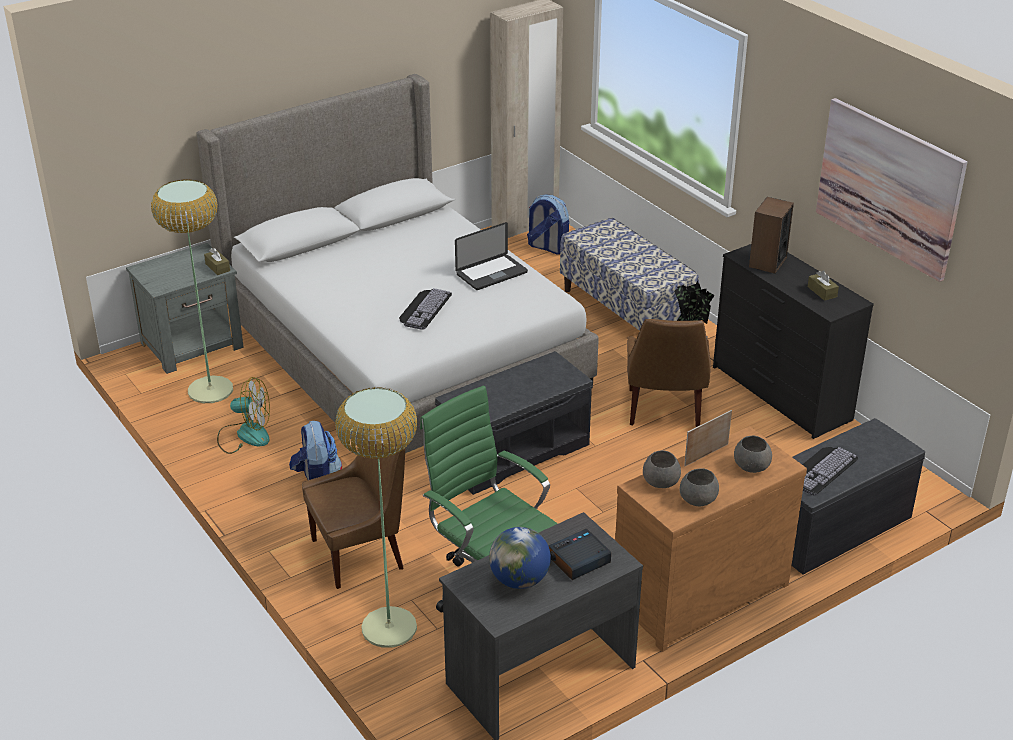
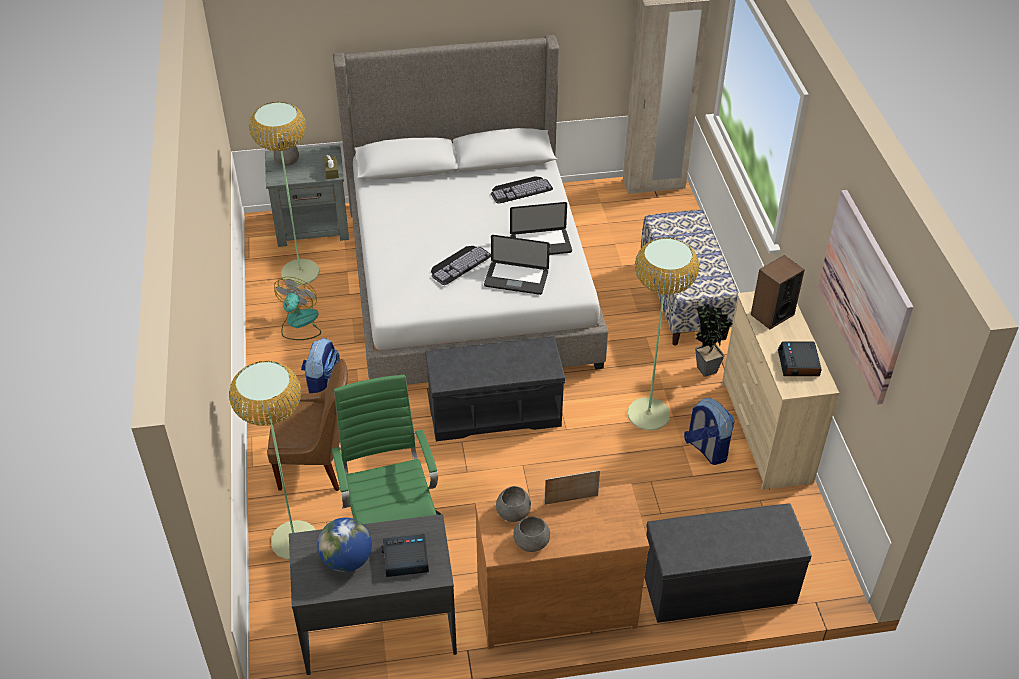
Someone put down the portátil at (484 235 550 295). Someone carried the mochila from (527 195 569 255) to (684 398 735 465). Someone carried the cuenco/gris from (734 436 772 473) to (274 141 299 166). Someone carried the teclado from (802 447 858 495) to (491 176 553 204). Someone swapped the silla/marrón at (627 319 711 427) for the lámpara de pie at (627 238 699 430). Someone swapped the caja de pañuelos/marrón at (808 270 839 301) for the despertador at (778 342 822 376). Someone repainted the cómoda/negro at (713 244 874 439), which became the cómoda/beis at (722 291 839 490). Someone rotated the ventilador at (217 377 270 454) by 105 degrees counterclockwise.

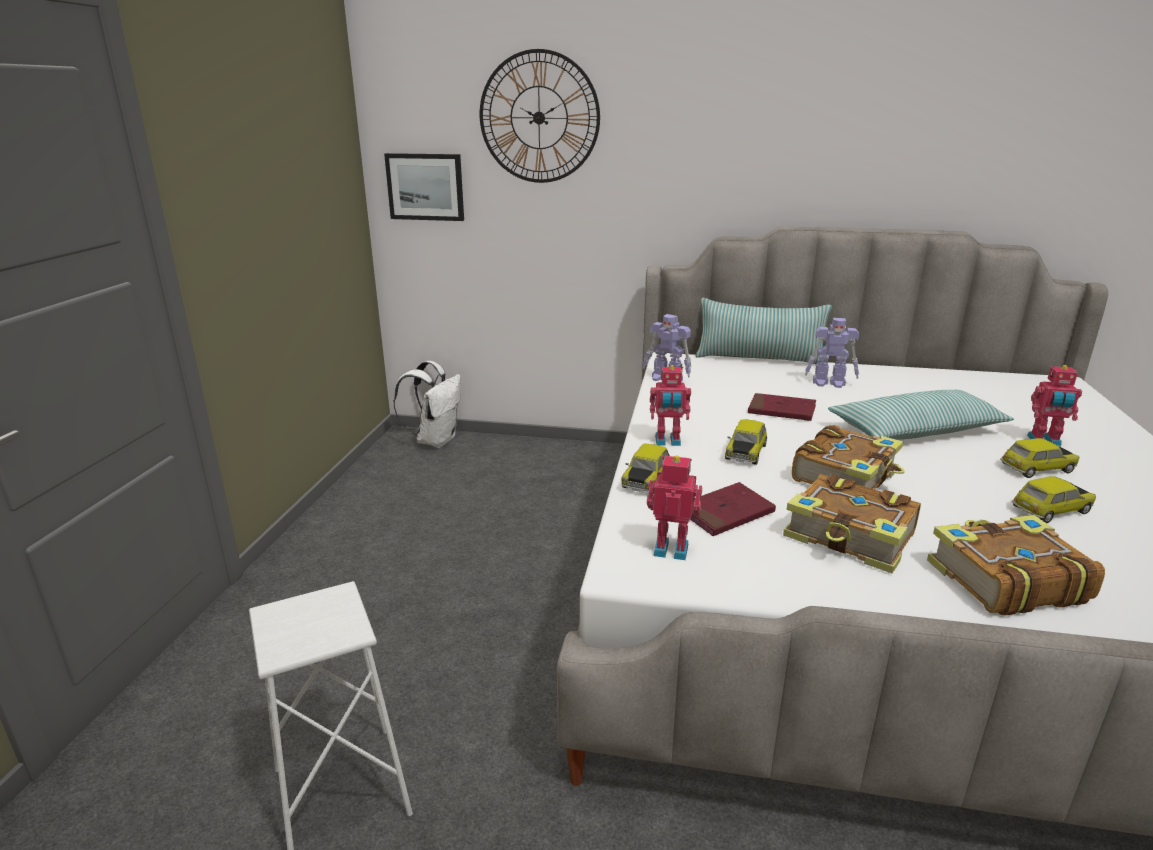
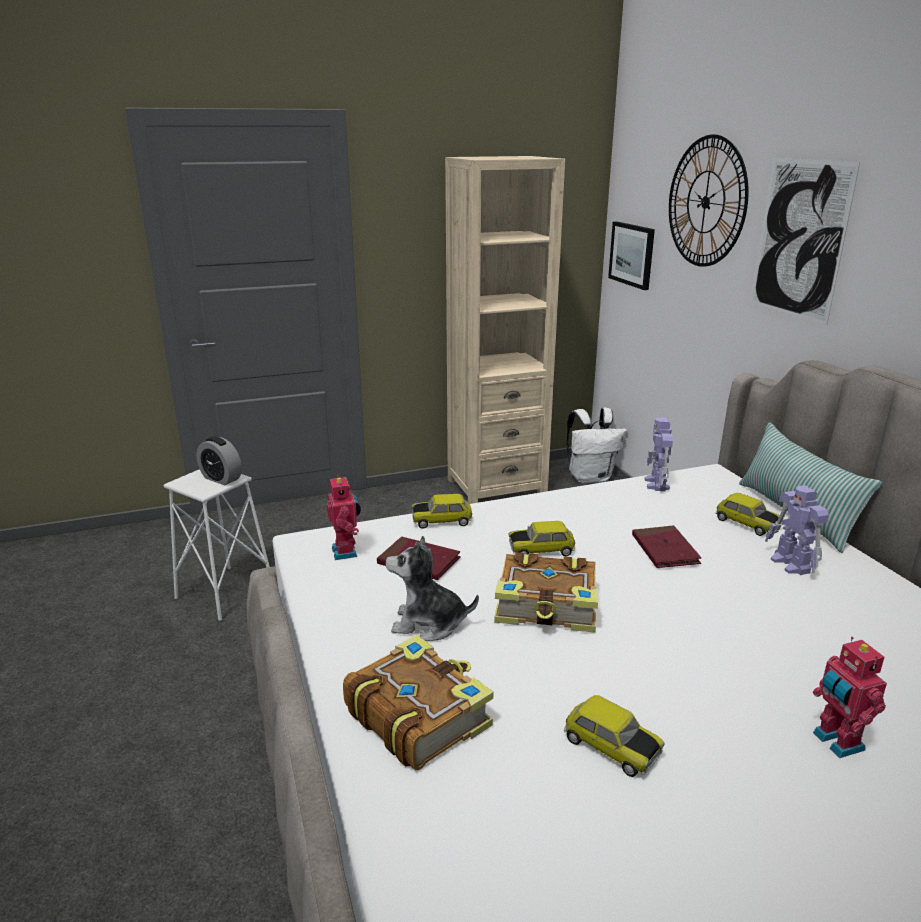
Someone took away the robot de juguete at (650 365 691 446). Someone took away the cojín at (828 390 1014 440). Someone put down the despertador at (196 437 242 485). Someone put down the estantería/beis at (445 156 565 504). Someone put up the cuadro at (751 158 860 325). Someone carried the coche de juguete from (1001 438 1080 478) to (715 493 780 536). Someone swapped the libro at (783 474 921 573) for the peluche at (386 536 479 641).

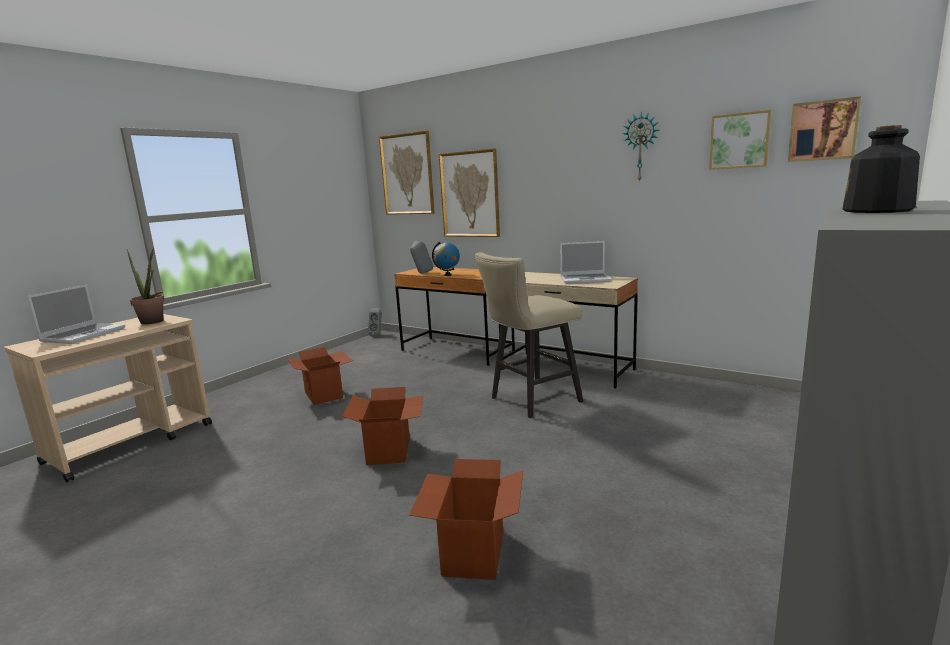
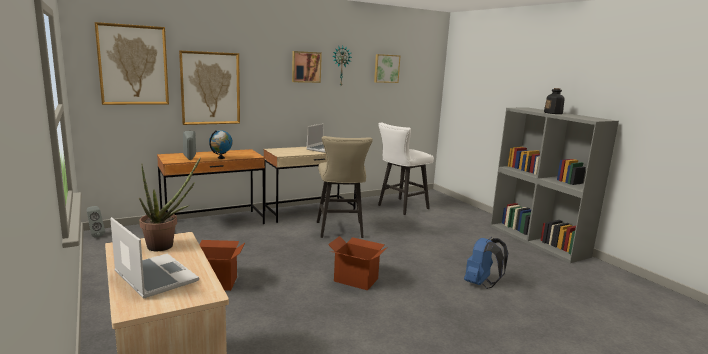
Someone put down the taburete/blanco at (378 123 434 215). Someone carried the cuadro from (788 96 861 162) to (292 51 322 83). Someone swapped the caja de cartón at (409 459 523 580) for the mochila/azul at (464 238 508 289).

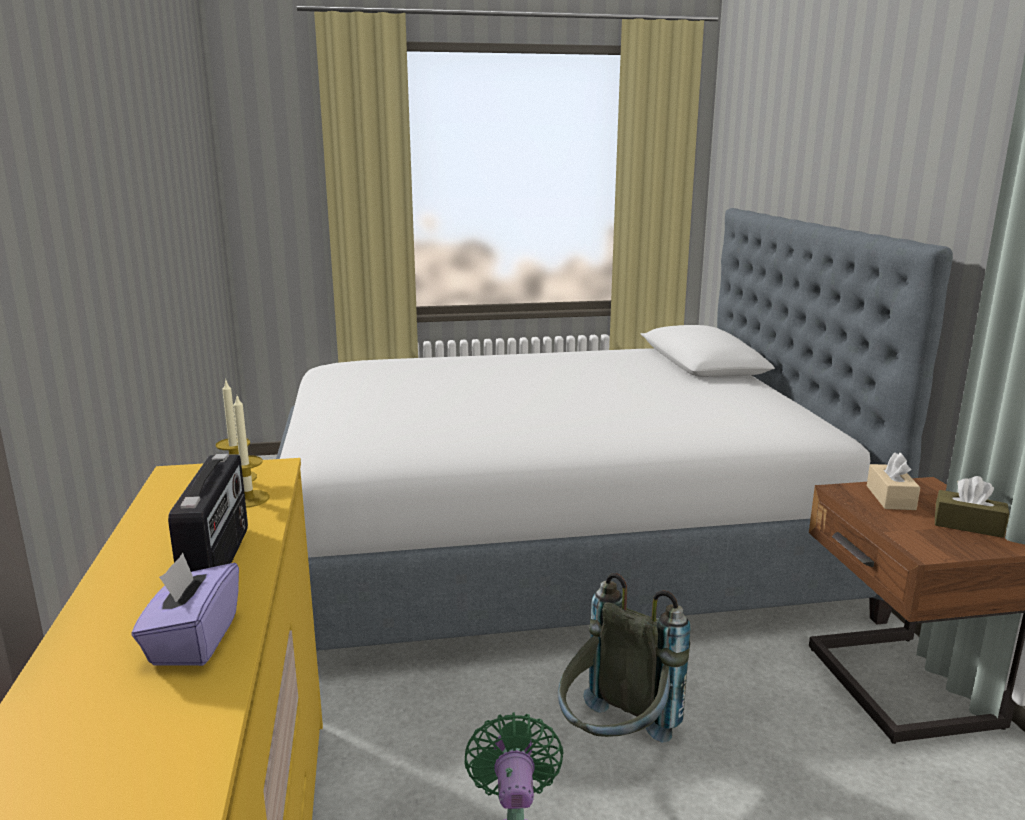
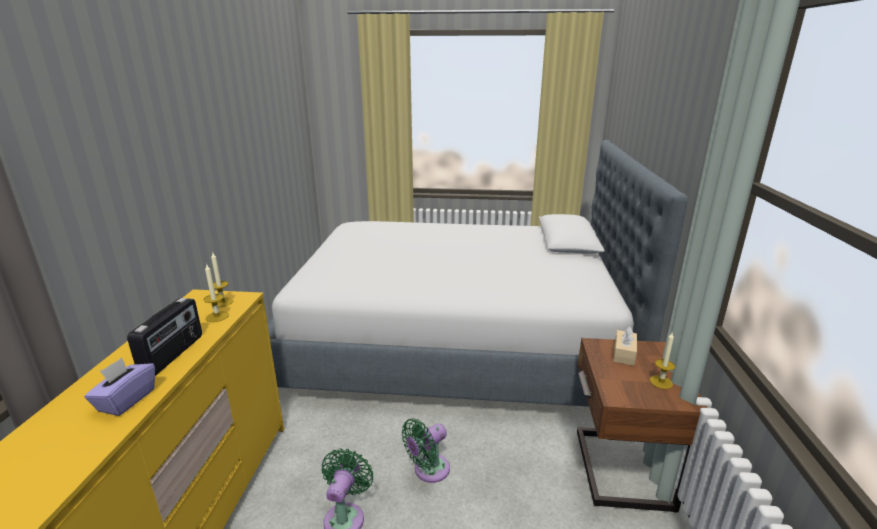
Someone swapped the mochila/gris at (558 573 691 742) for the ventilador/verde at (402 418 450 483). Someone swapped the caja de pañuelos/marrón at (935 476 1009 538) for the vela at (650 333 675 389).

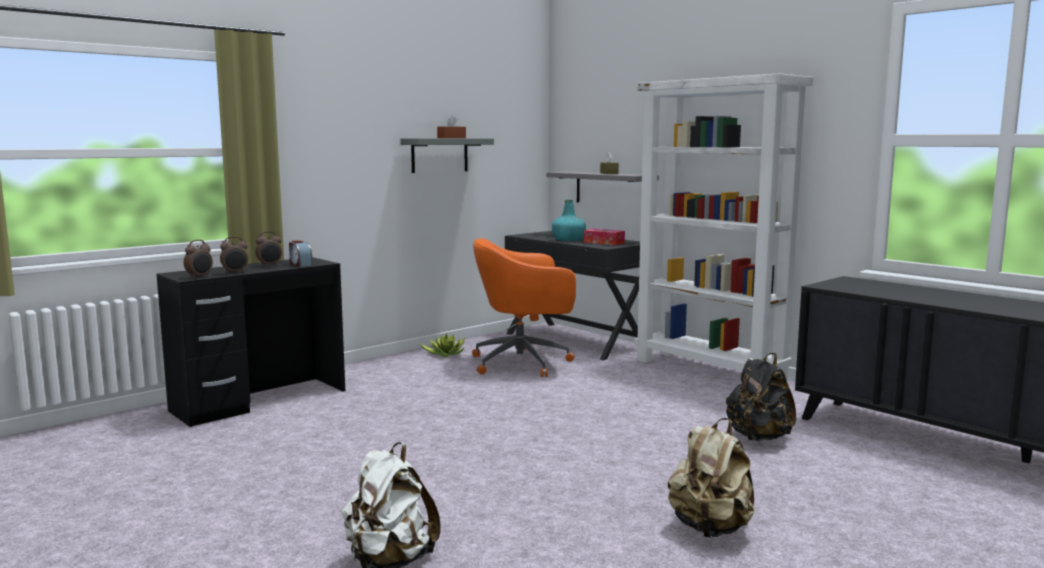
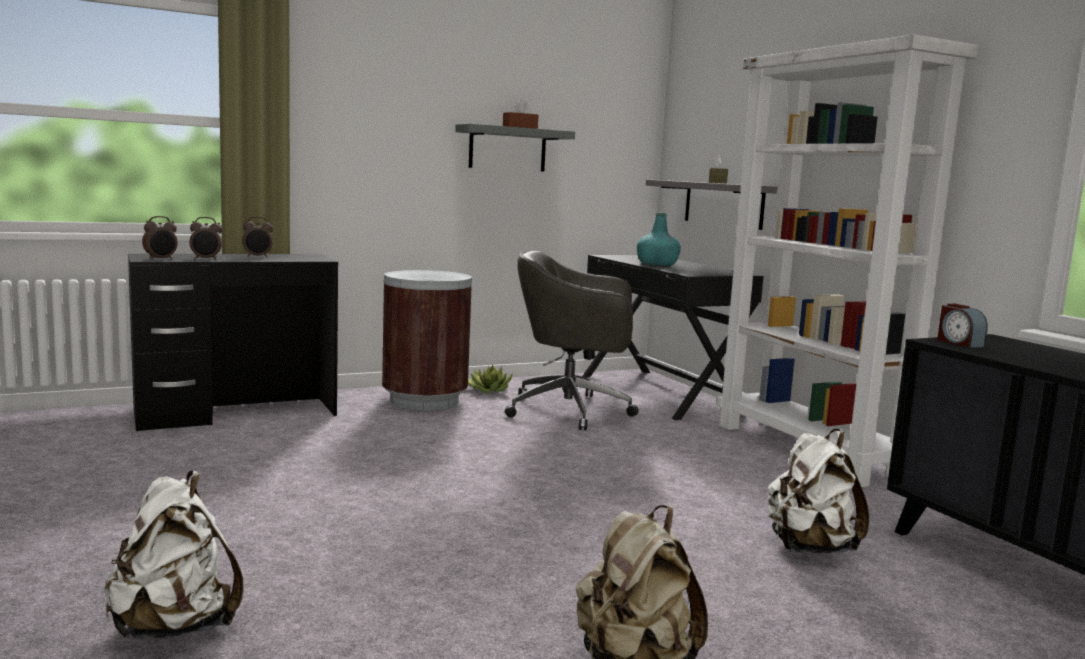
Someone took away the caja de pañuelos at (584 229 625 245). Someone put down the papelera/marrón at (382 270 472 411). Someone carried the despertador from (289 240 313 267) to (937 304 988 348). Someone repainted the silla de oficina/naranja at (472 238 576 377), which became the silla de oficina/gris at (505 251 639 430). Someone repainted the mochila/negro at (726 353 796 441), which became the mochila/blanco at (768 429 869 554).

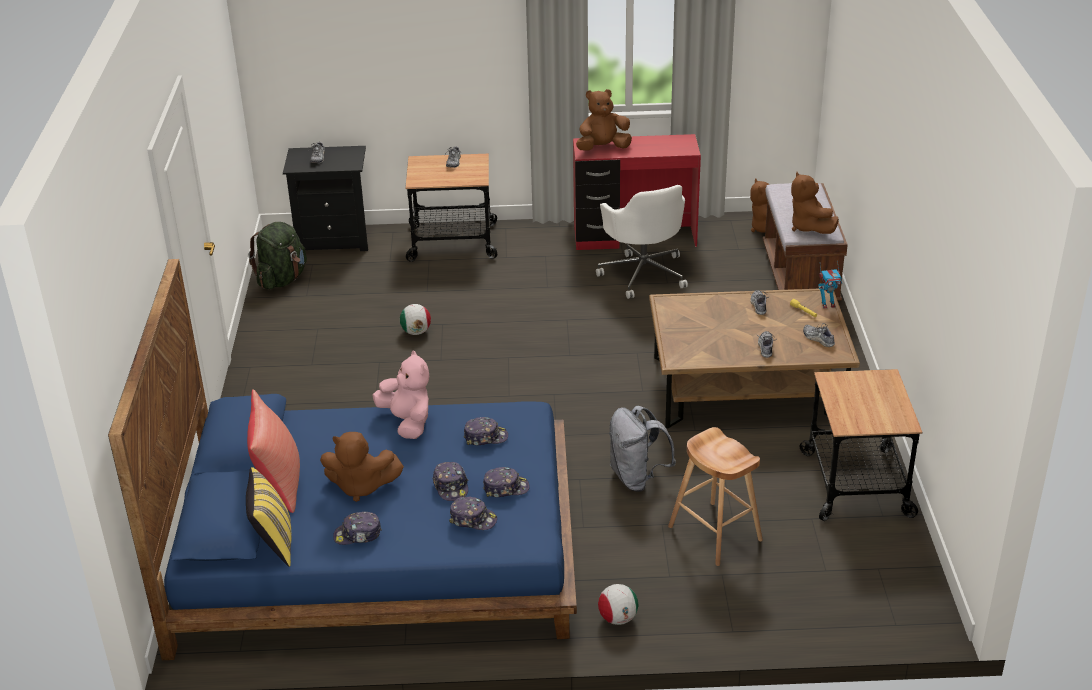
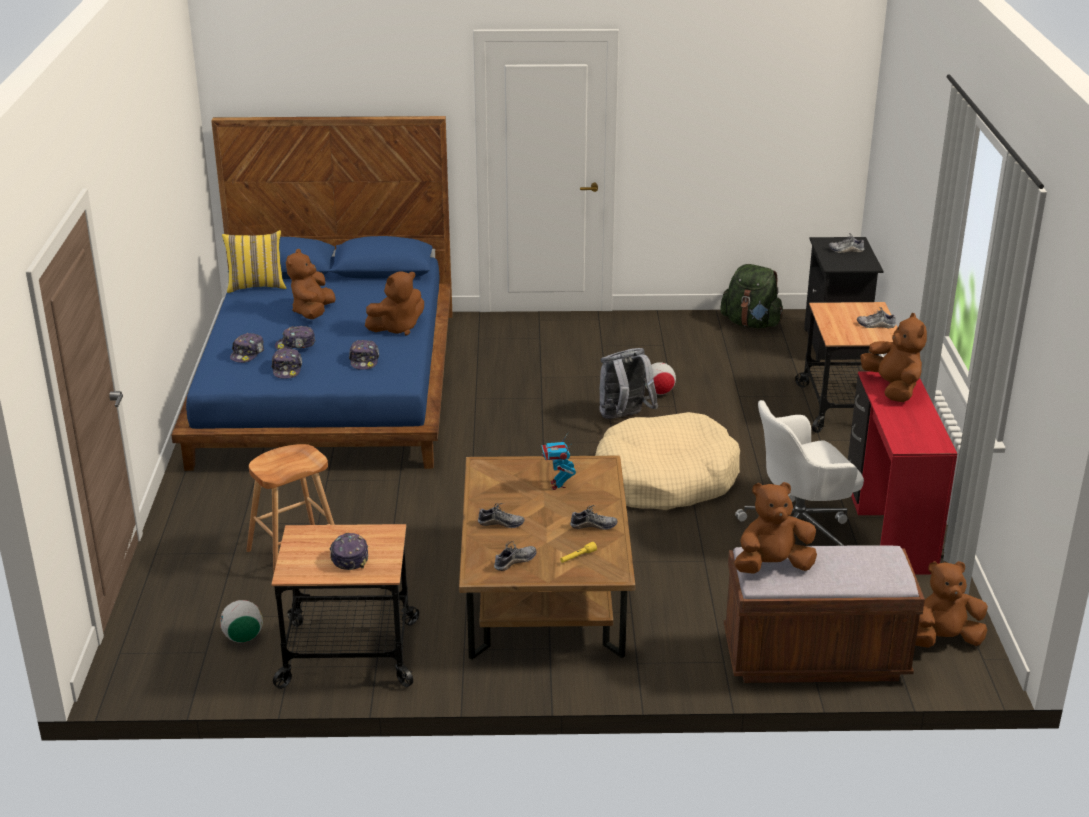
Someone took away the cojín/rojo at (247 389 300 513). Someone put down the cama para perro/beis at (595 412 740 510). Someone carried the gorra from (333 512 382 545) to (330 533 368 570). Someone carried the balón de fútbol from (598 584 639 625) to (220 600 263 642). Someone carried the mochila/gris from (609 406 676 492) to (599 348 658 419). Someone carried the robot de juguete from (818 260 842 309) to (541 433 576 490). Someone repainted the peluche/rosa at (373 351 429 439), which became the peluche/marrón at (365 271 424 335).

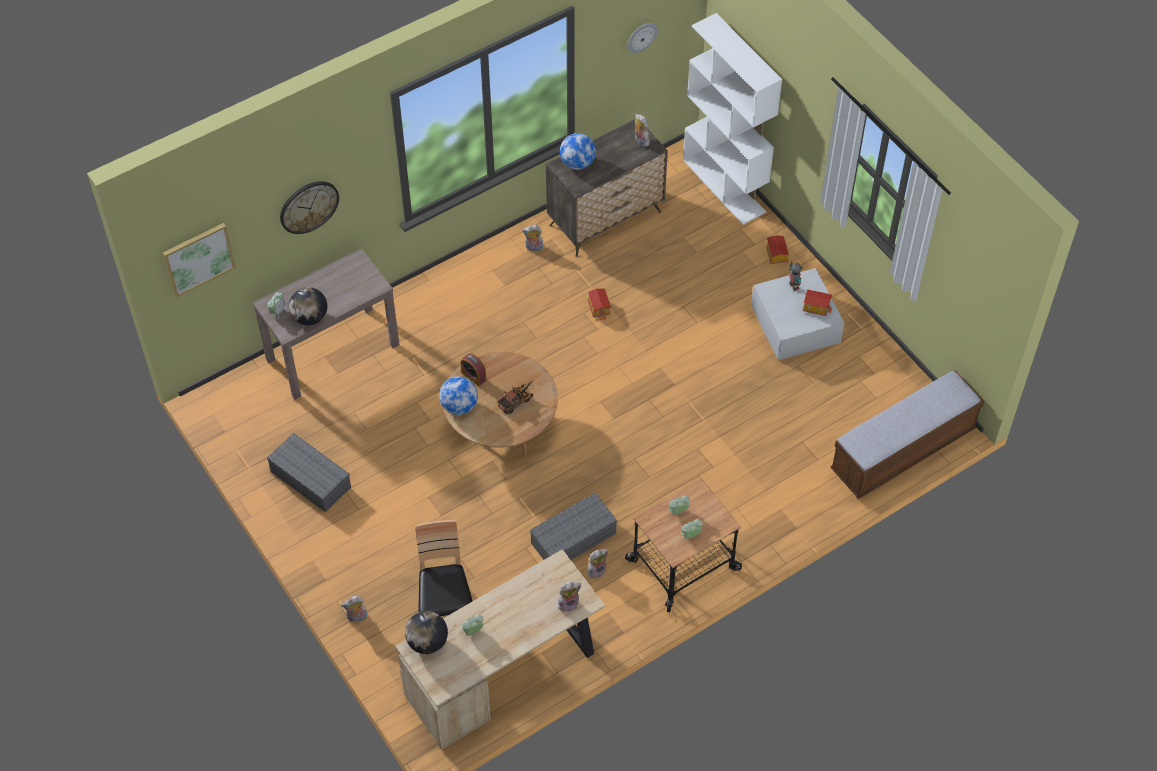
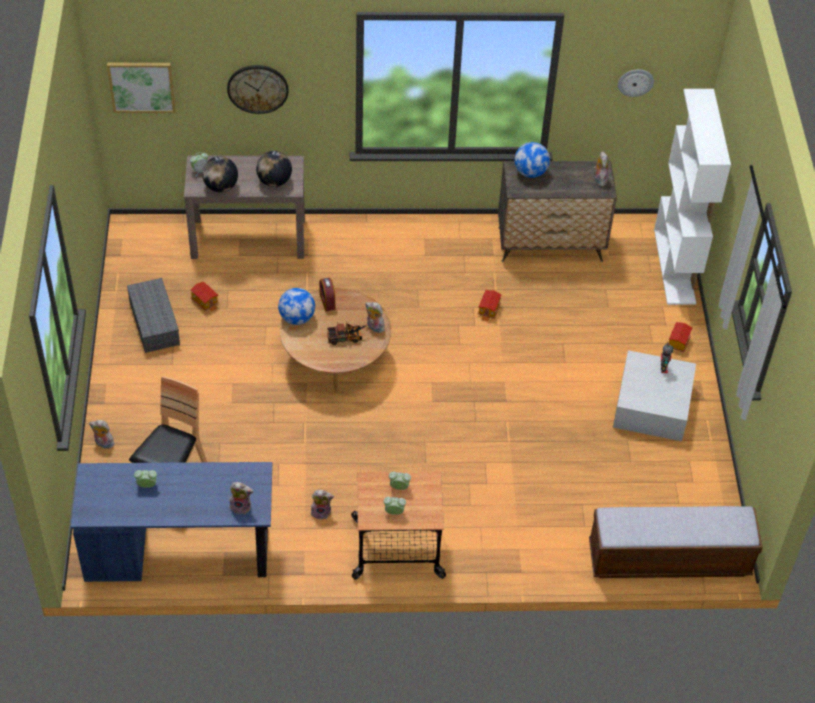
Someone took away the caja de almacenaje/gris at (530 493 617 560). Someone carried the globo terráqueo from (405 611 448 654) to (256 151 292 187). Someone carried the peluche from (522 225 544 251) to (365 302 385 333). Someone carried the casita from (803 289 832 316) to (190 281 219 312). Someone repainted the escritorio/beis at (396 549 605 750), which became the escritorio/azul at (71 462 272 582).

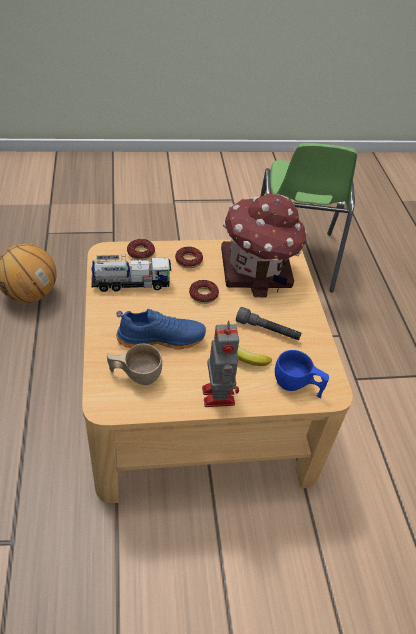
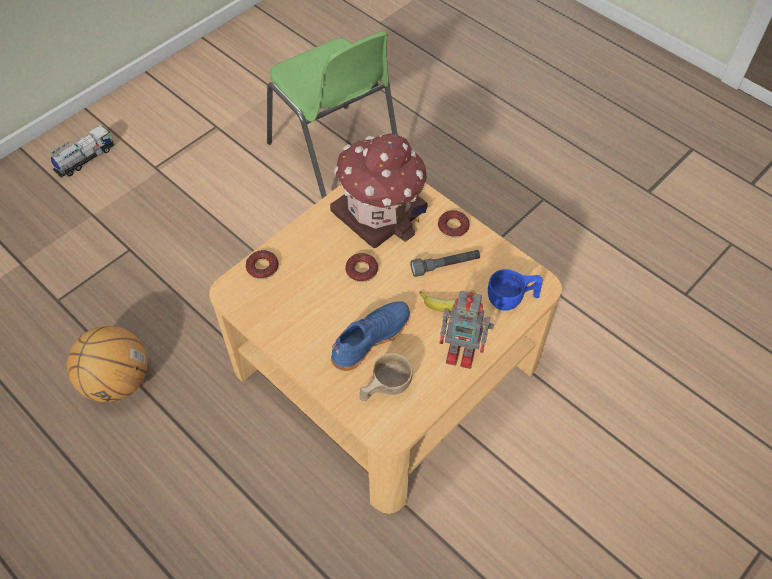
Someone carried the camión de juguete from (91 254 172 292) to (50 125 114 178). Someone carried the rosquilla from (175 247 203 268) to (438 210 470 238). Someone rotated the robot de juguete at (202 321 239 407) by 150 degrees clockwise.

